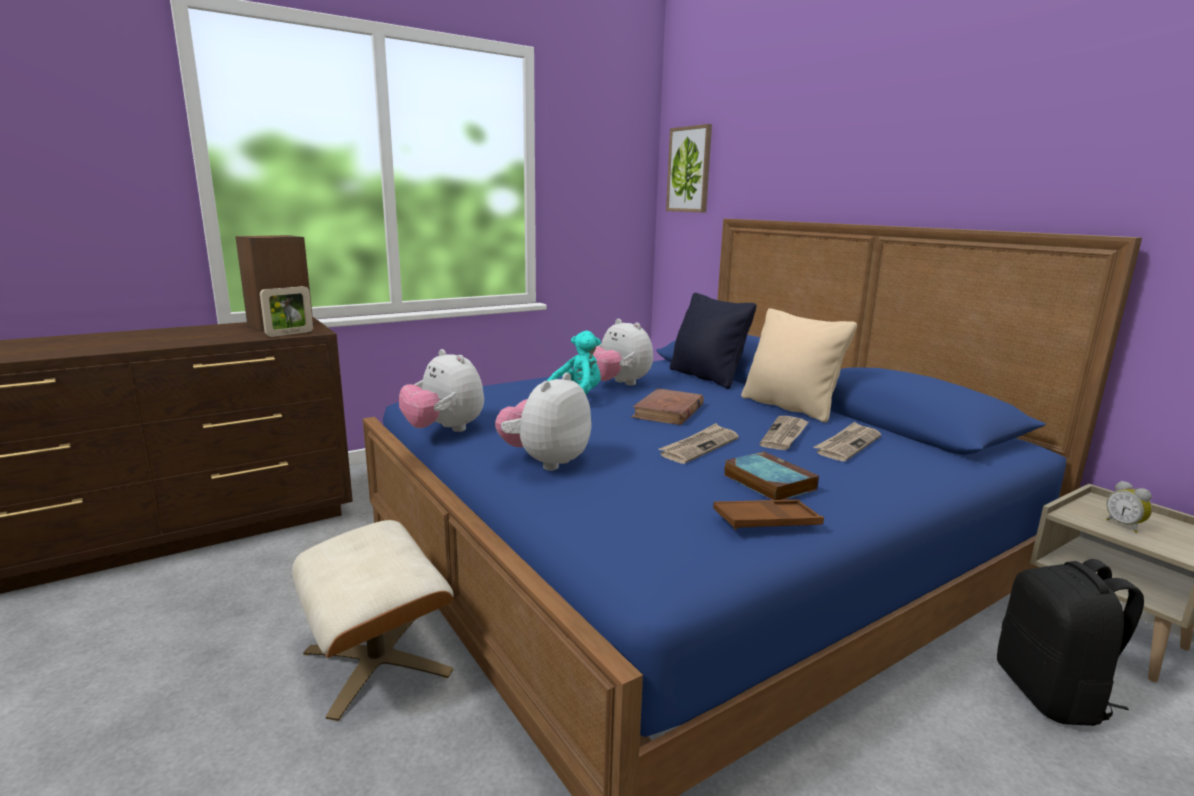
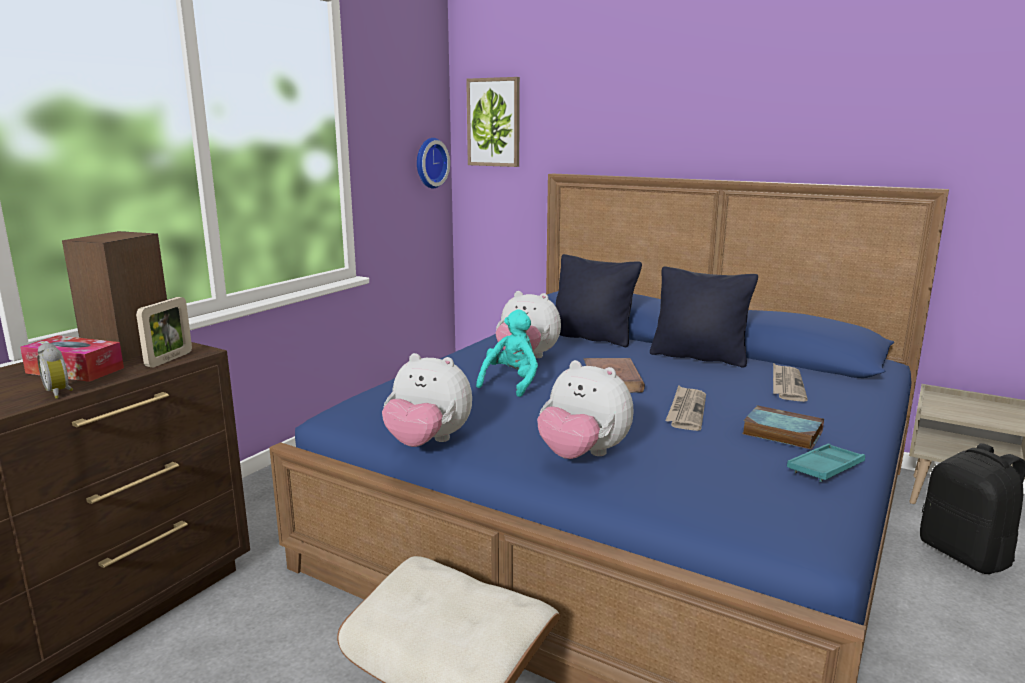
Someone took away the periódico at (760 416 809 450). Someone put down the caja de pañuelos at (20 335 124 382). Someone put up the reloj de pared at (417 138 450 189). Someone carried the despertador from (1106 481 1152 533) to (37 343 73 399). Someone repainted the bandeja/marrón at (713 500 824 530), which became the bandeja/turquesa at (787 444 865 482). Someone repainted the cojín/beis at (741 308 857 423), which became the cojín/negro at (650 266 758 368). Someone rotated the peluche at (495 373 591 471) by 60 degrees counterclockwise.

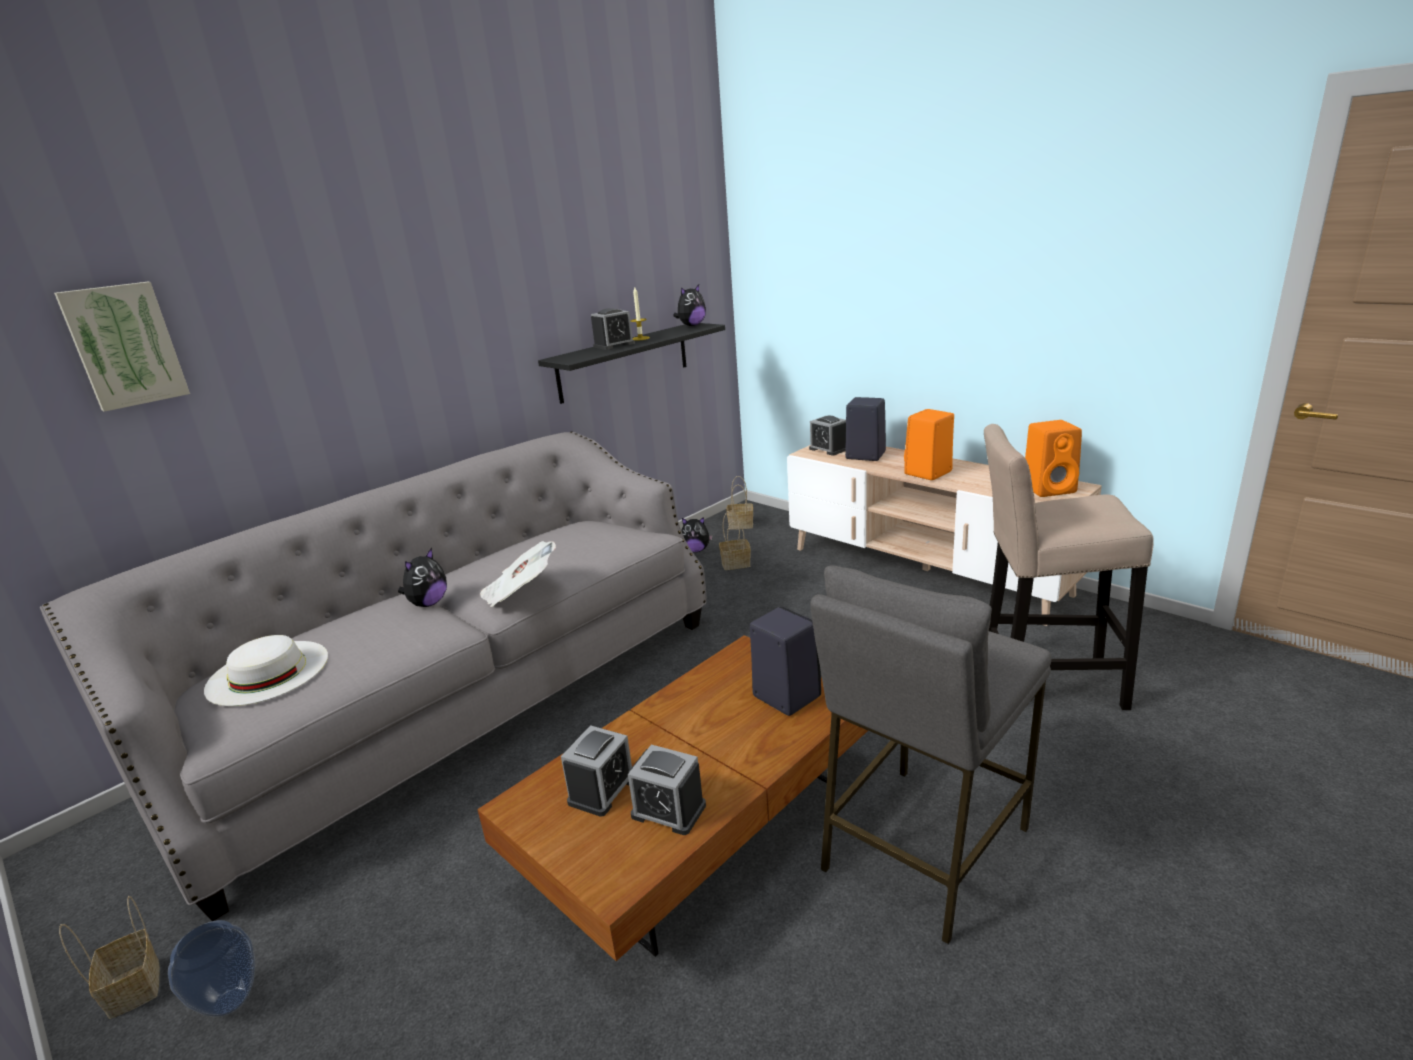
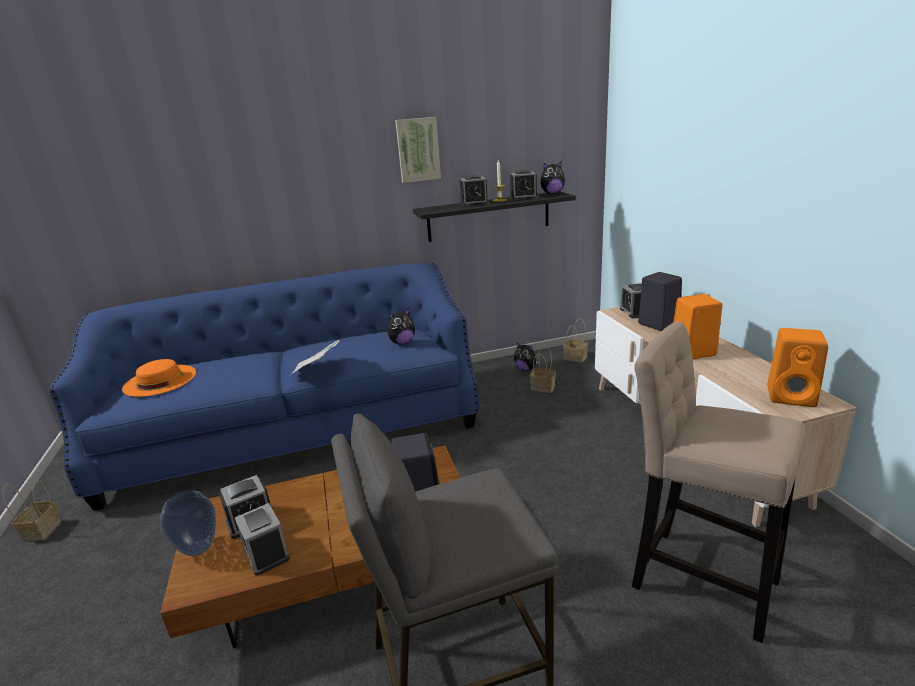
Someone put down the despertador at (509 170 538 200). Someone carried the cuadro from (54 282 190 412) to (395 117 441 183). Someone carried the florero from (168 920 255 1017) to (160 491 216 556). Someone carried the peluche from (398 548 447 607) to (387 308 415 345). Someone repainted the sofá/gris at (40 431 706 921), which became the sofá/azul at (49 263 479 511). Someone repainted the sombrero/blanco at (204 635 328 706), which became the sombrero/naranja at (122 359 196 397).

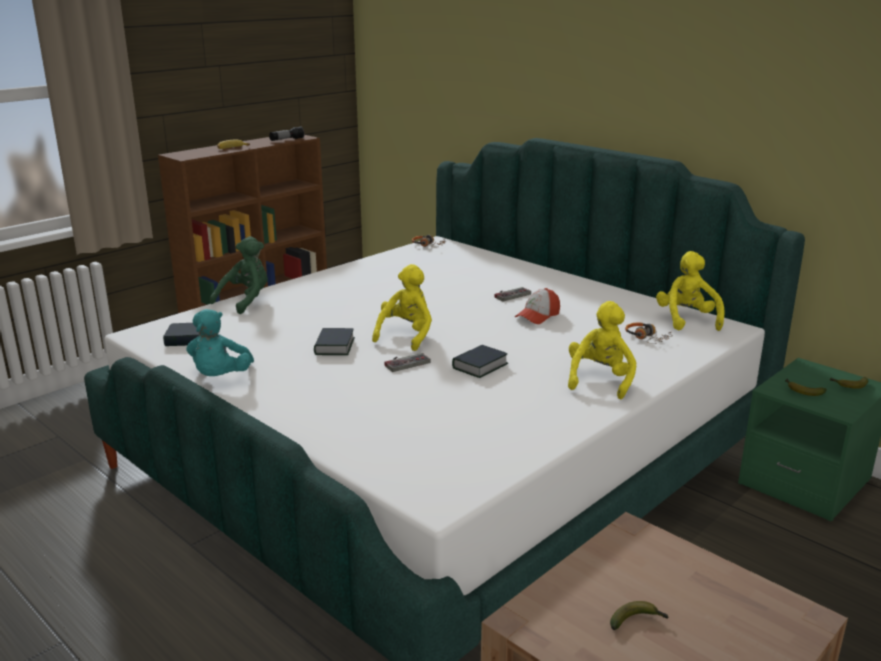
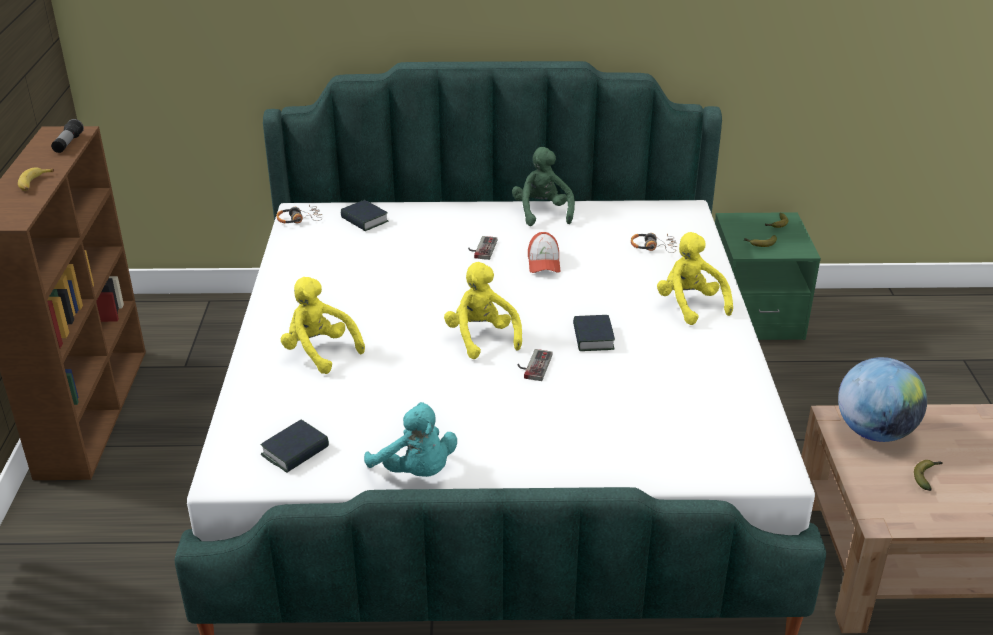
Someone put down the globo terráqueo at (838 357 927 442). Someone carried the peluche/verde from (210 236 268 314) to (512 147 575 226). Someone carried the libro from (314 328 355 355) to (341 200 388 231). Someone carried the peluche/amarillo from (656 251 725 331) to (281 277 365 374).

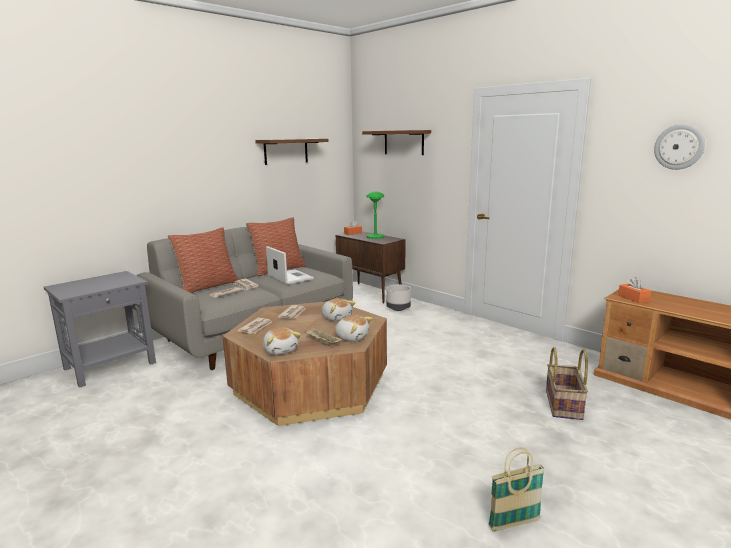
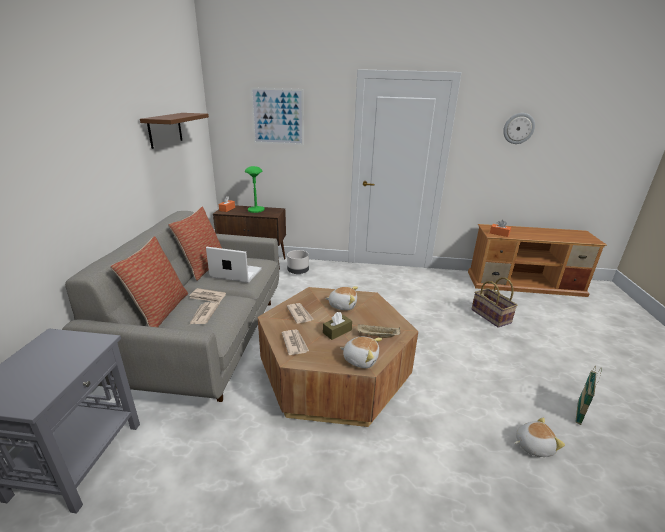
Someone put down the caja de pañuelos/marrón at (323 312 352 340). Someone carried the peluche from (335 315 373 341) to (515 417 565 457). Someone swapped the estante/marrón at (362 130 431 155) for the cuadro at (251 87 304 145).

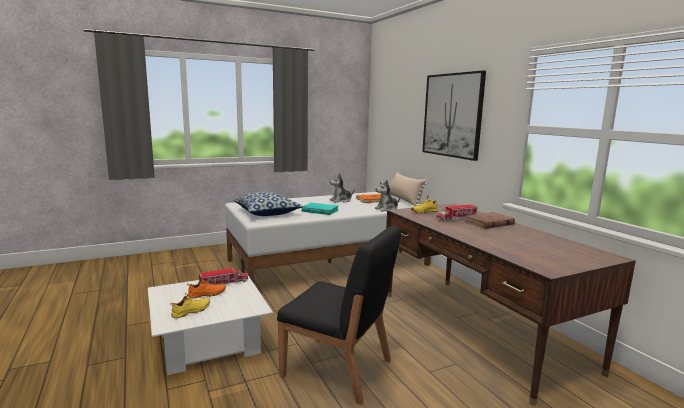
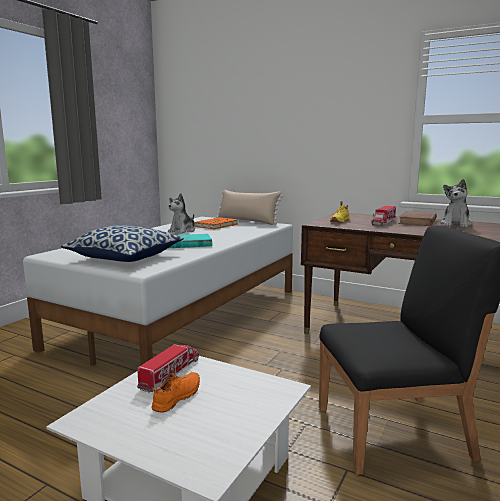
Someone took away the zapato/amarillo at (170 293 210 318). Someone took away the cuadro at (422 70 486 161). Someone carried the peluche from (375 180 400 212) to (440 179 472 227).

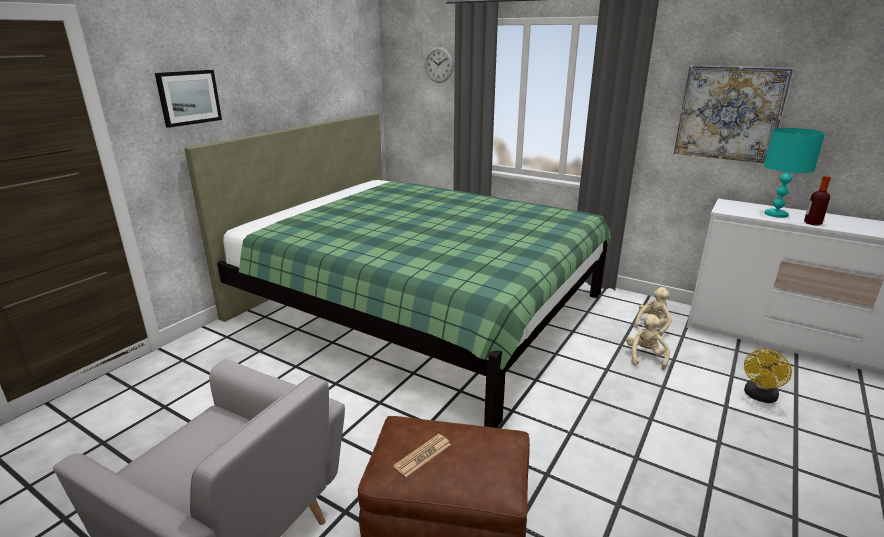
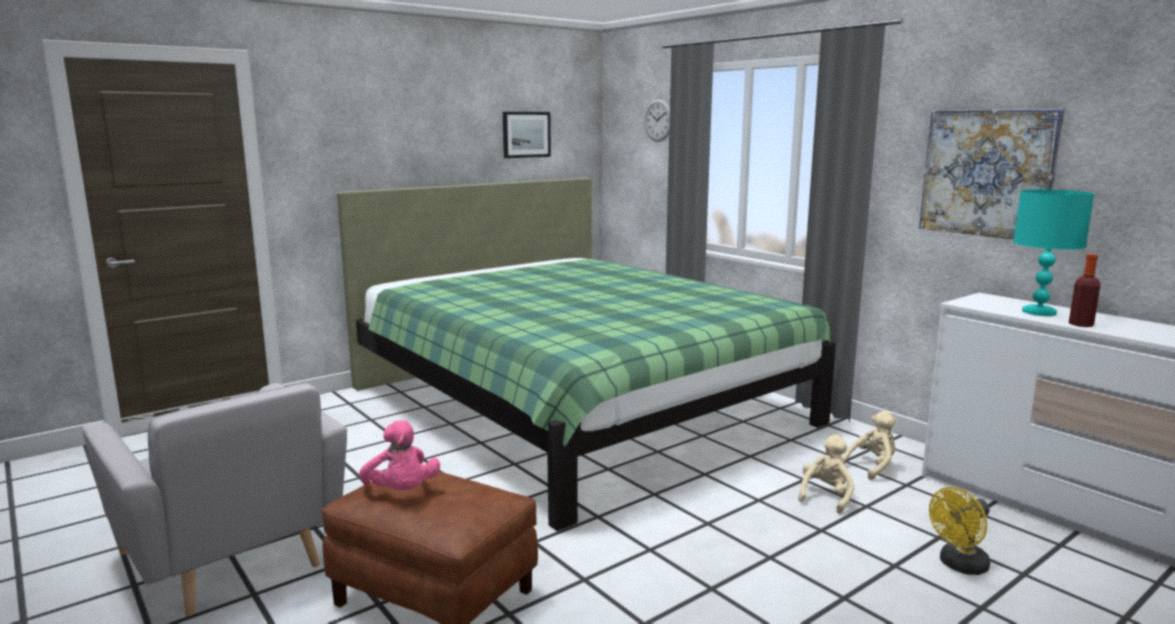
Someone carried the cuadro from (155 70 222 128) to (503 112 551 158). Someone swapped the periódico at (393 434 451 477) for the peluche/rosa at (359 420 440 490).

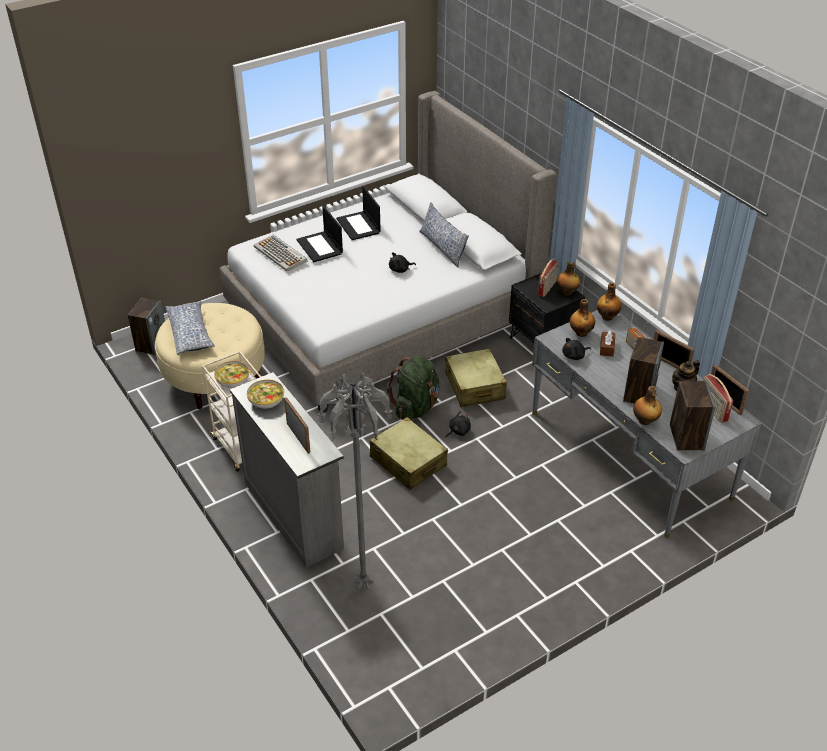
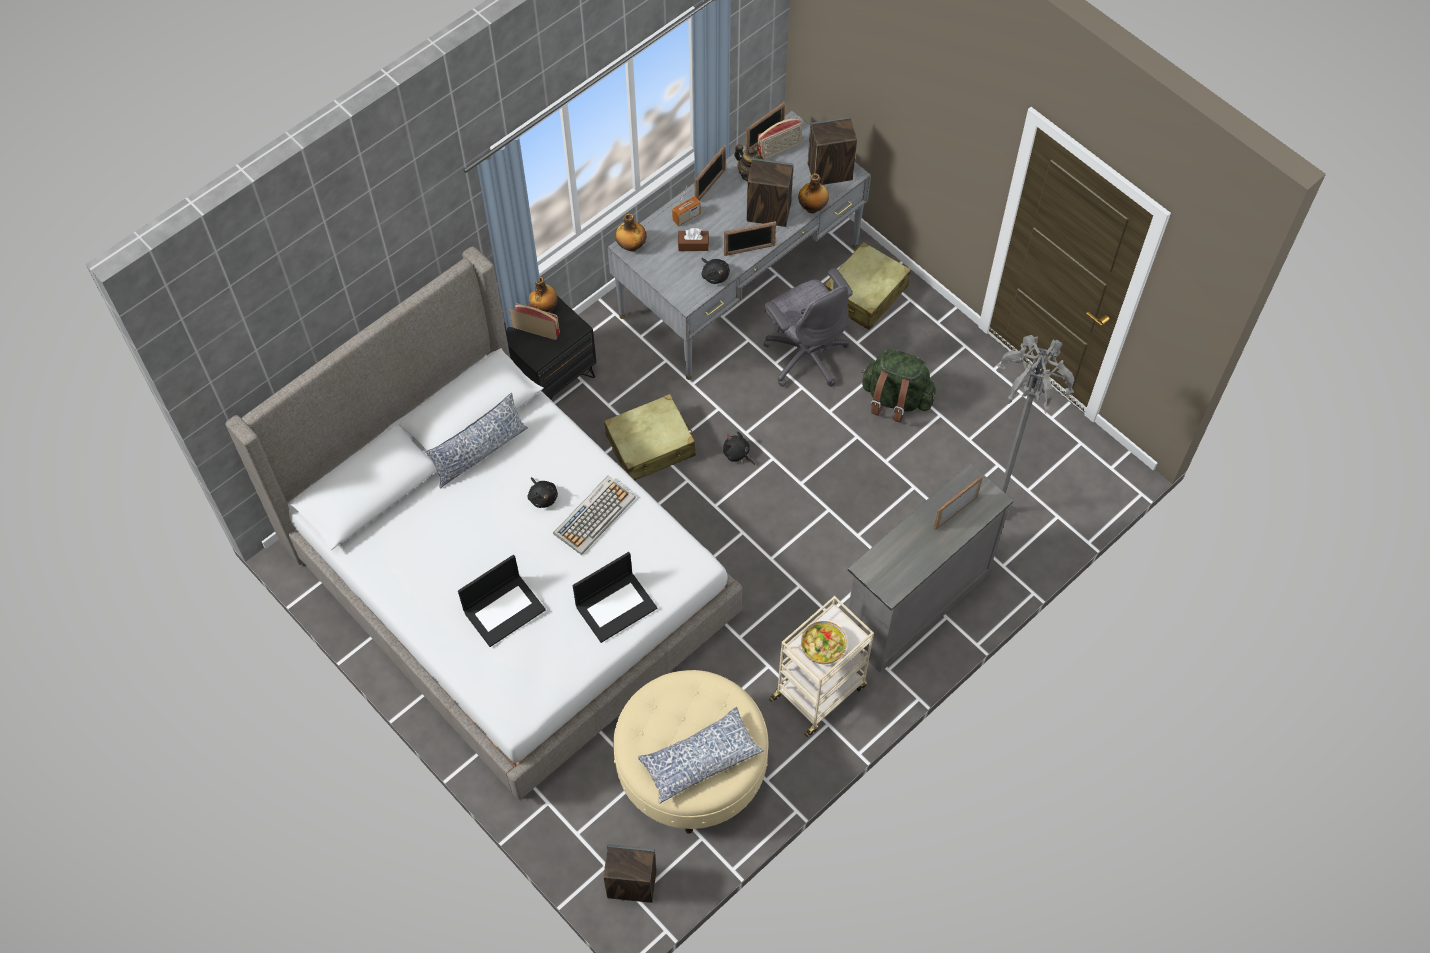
Someone took away the cuenco at (247 380 284 409). Someone took away the botella at (570 299 595 337). Someone put down the portarretratos at (724 221 776 256). Someone put down the silla de oficina/gris at (763 268 853 387). Someone carried the teclado from (254 235 307 271) to (553 475 636 555). Someone carried the portátil from (336 186 381 240) to (573 552 657 643). Someone carried the maleta/beis from (370 417 448 490) to (824 242 911 330). Someone carried the mochila/verde from (387 356 439 420) to (862 349 936 423).

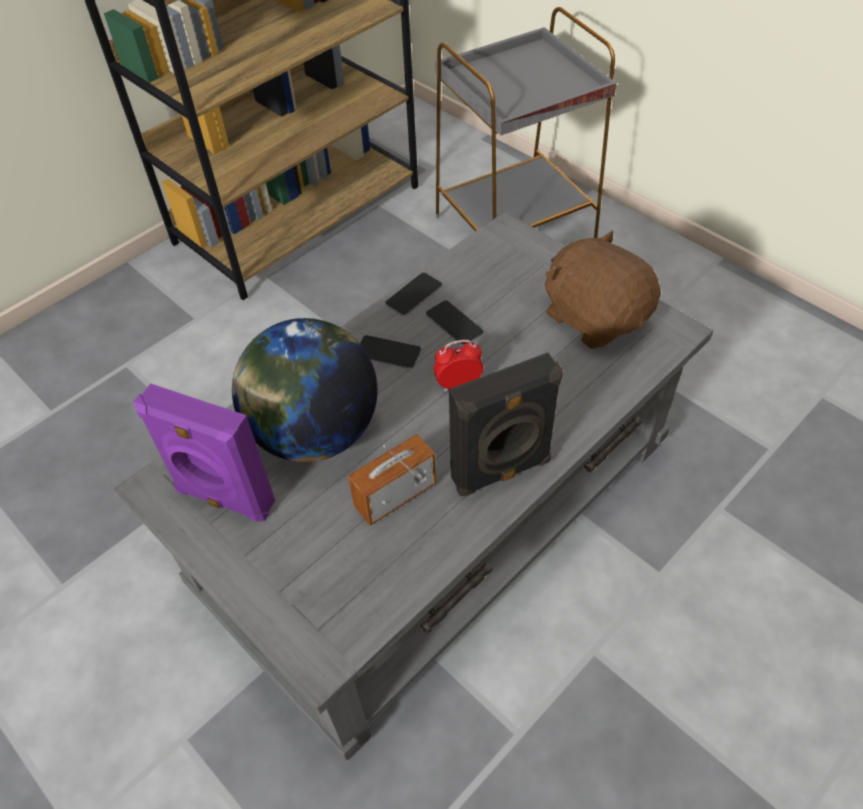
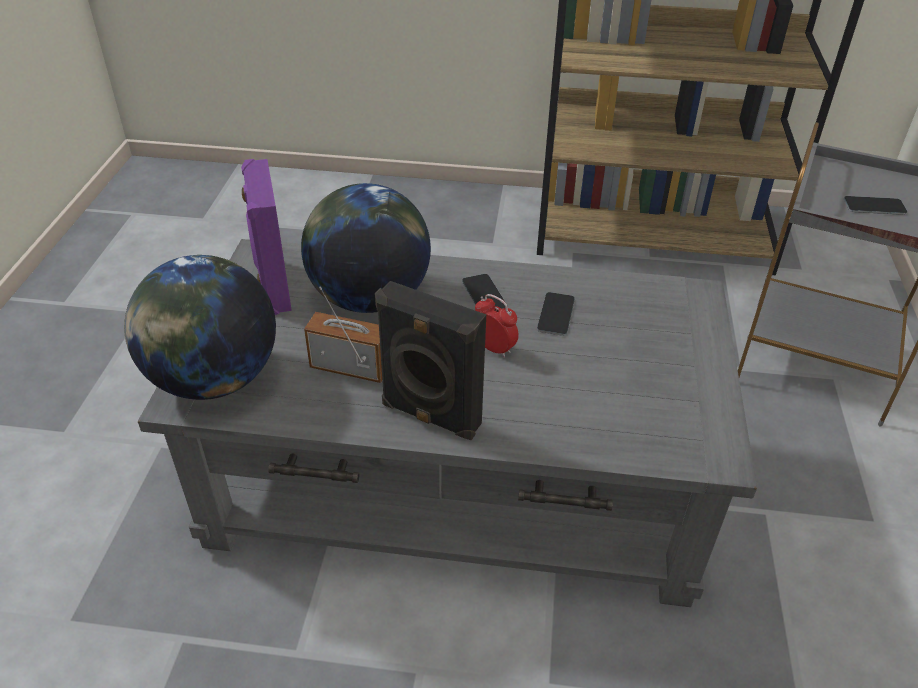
Someone took away the peluche/marrón at (545 230 661 349). Someone put down the globo terráqueo at (124 255 276 400). Someone carried the móvil from (385 273 442 316) to (844 196 907 215).

